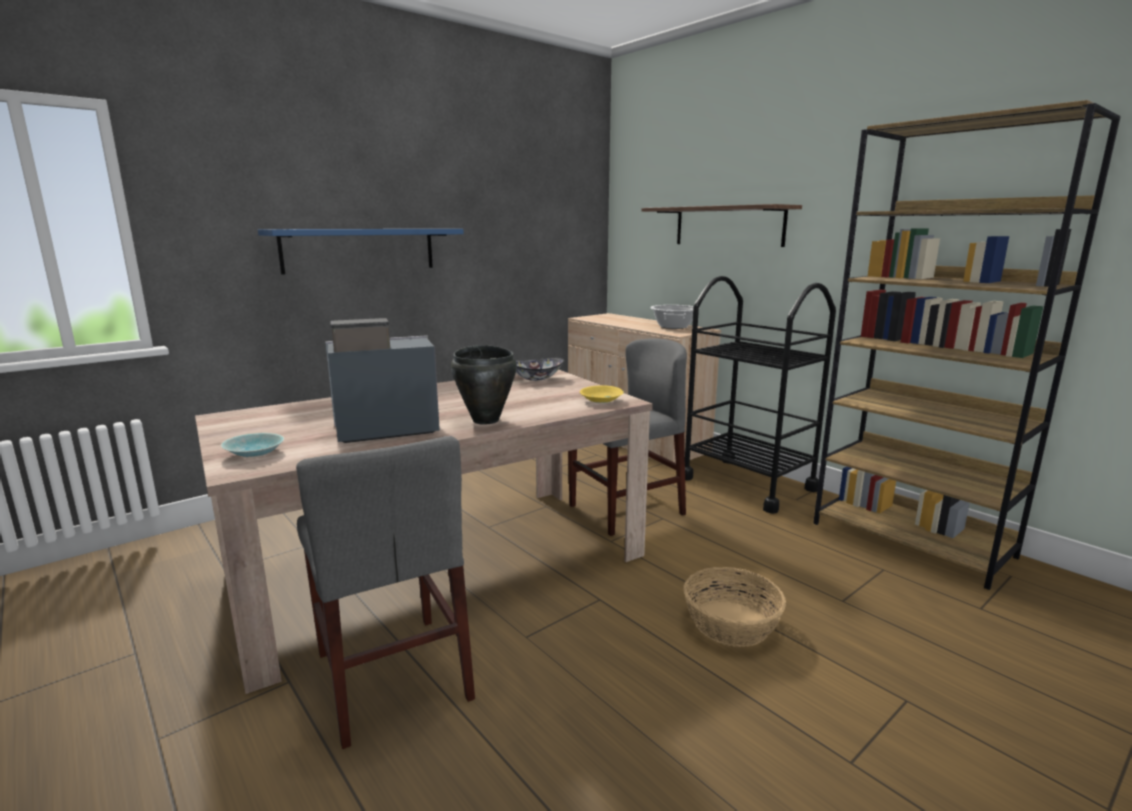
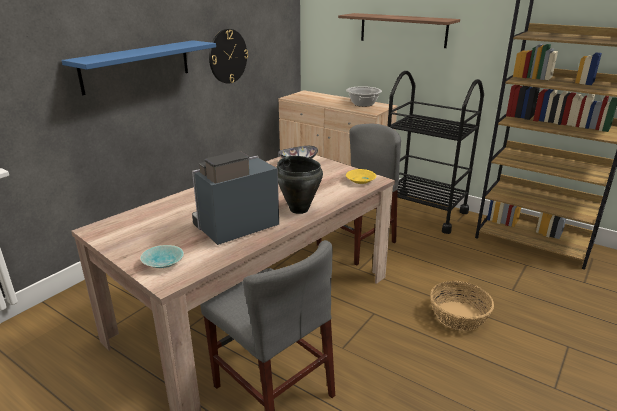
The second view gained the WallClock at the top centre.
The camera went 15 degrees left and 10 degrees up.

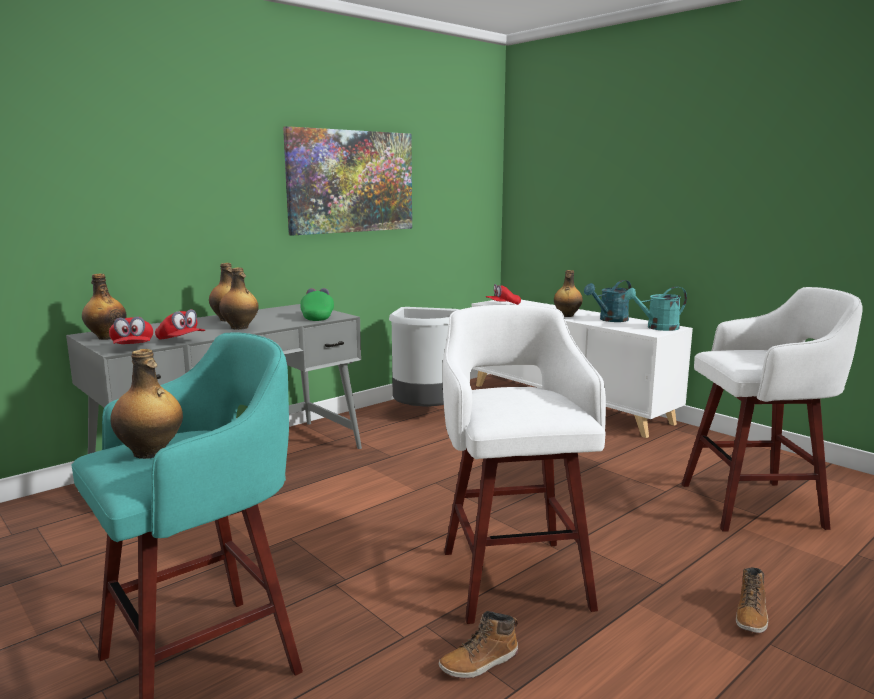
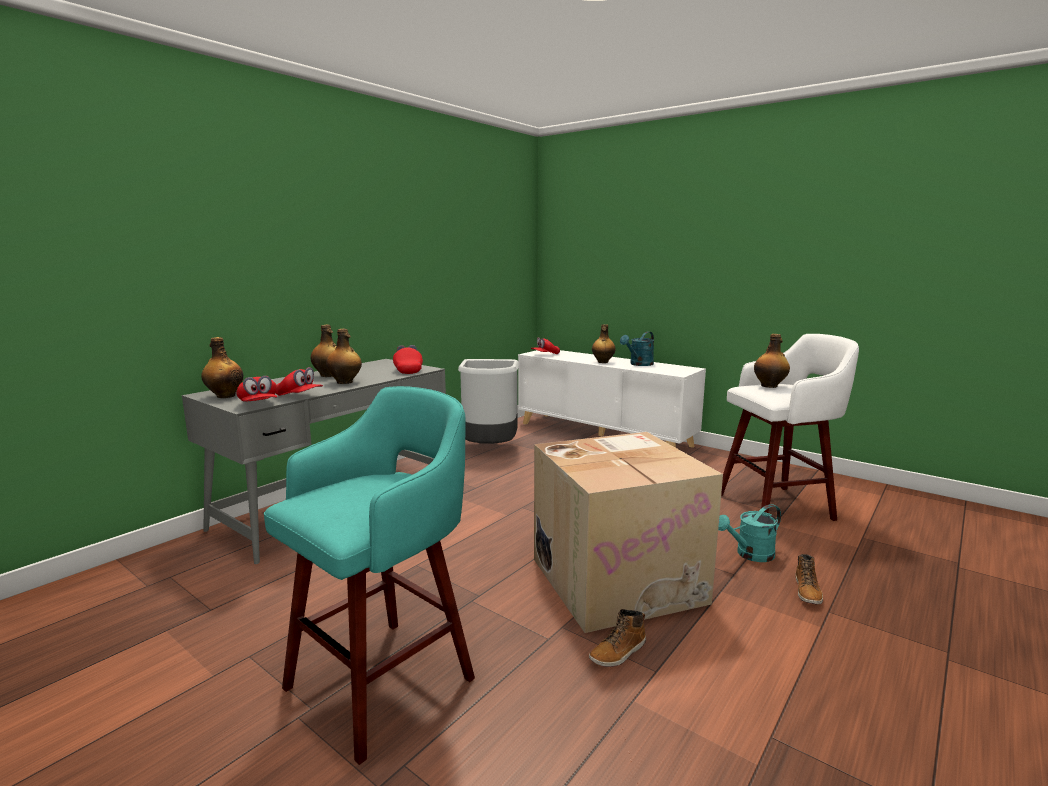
What was the GreenCap at the centre turned into the RedCap (no. 3 from left) at the centre.
Where the WhiteStoolSeat (no. 1 from left) stood at the centre, the Carton came to stand at the bottom centre.
The BlueGreenWateringPot (no. 2 from left) ended up elsewhere, having gone from the middle right to the bottom right.
The BeverageBottle (no. 2 from left in the first image) ended up elsewhere, having gone from the middle left to the middle right.
The second view lost the WallPicture at the top centre.
The camera went 10 degrees left and 0 degrees up.

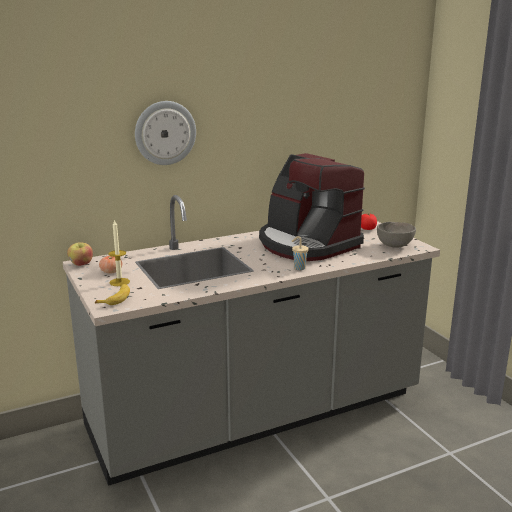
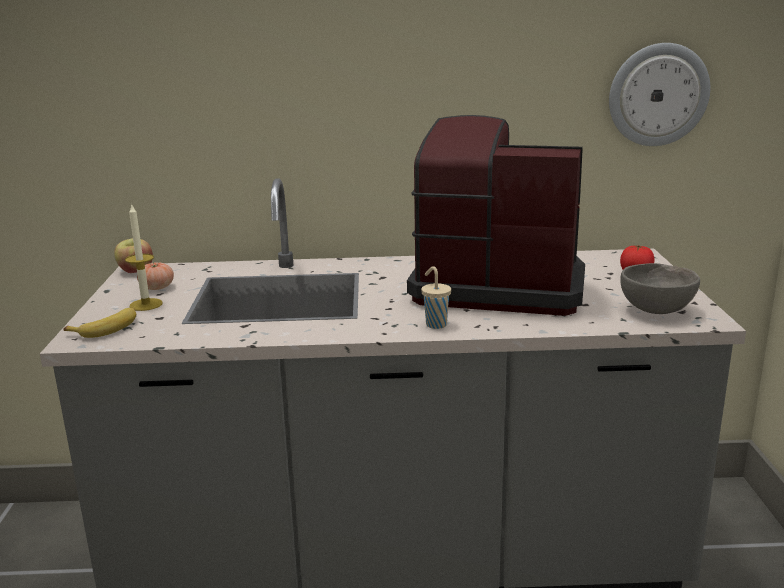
The CoffeeBrewer at the centre ended up facing another way, 120 degrees clockwise from before.
The WallClock ended up elsewhere, having gone from the top left to the top right.
The camera went 25 degrees right and 0 degrees up.

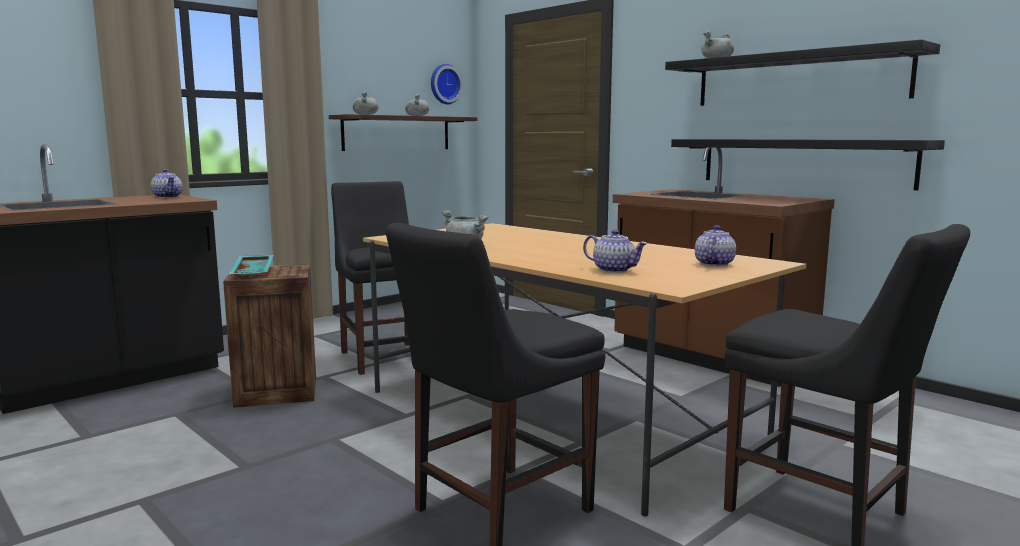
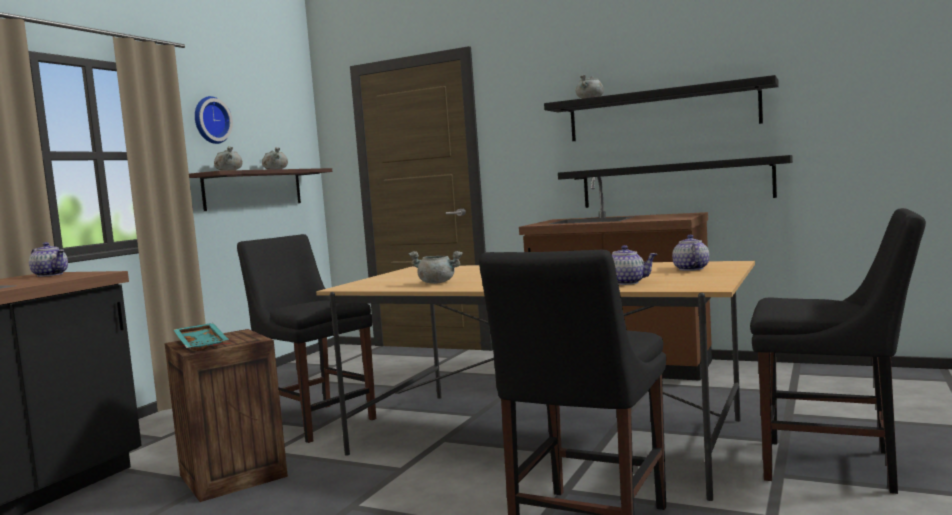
The WallClock ended up elsewhere, having gone from the top centre to the top left.
The camera went 20 degrees left and 5 degrees down.

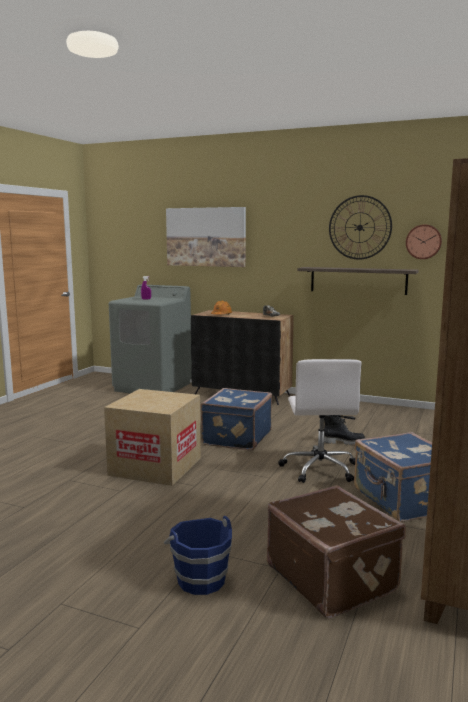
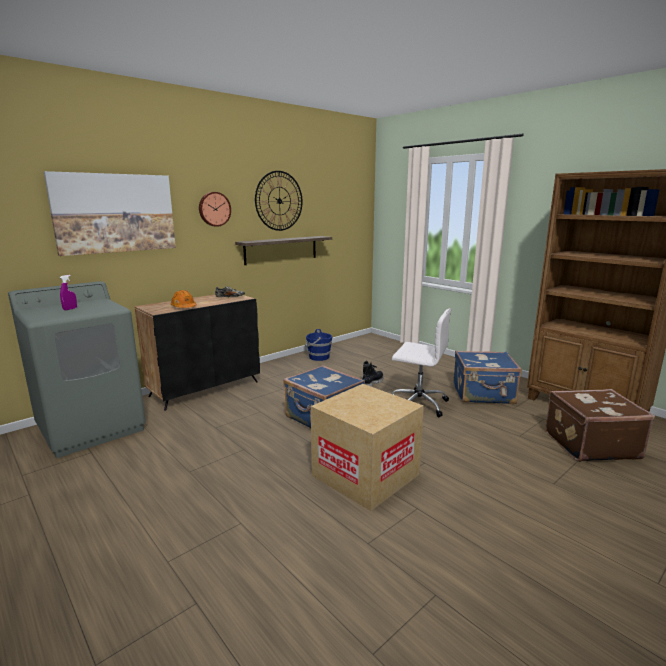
The WallClock (no. 2 from left in the first image) ended up elsewhere, having gone from the middle right to the top left.
The BluishPail ended up elsewhere, having gone from the bottom centre to the centre.
The camera went 65 degrees left and 5 degrees up.

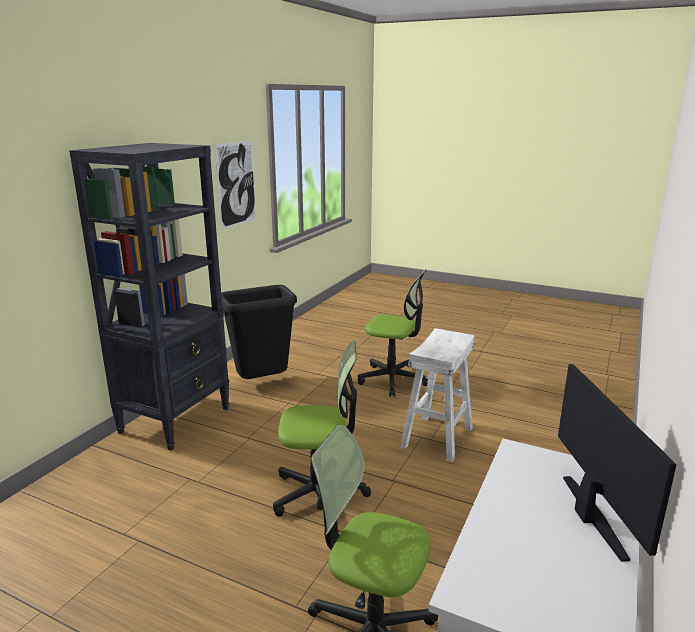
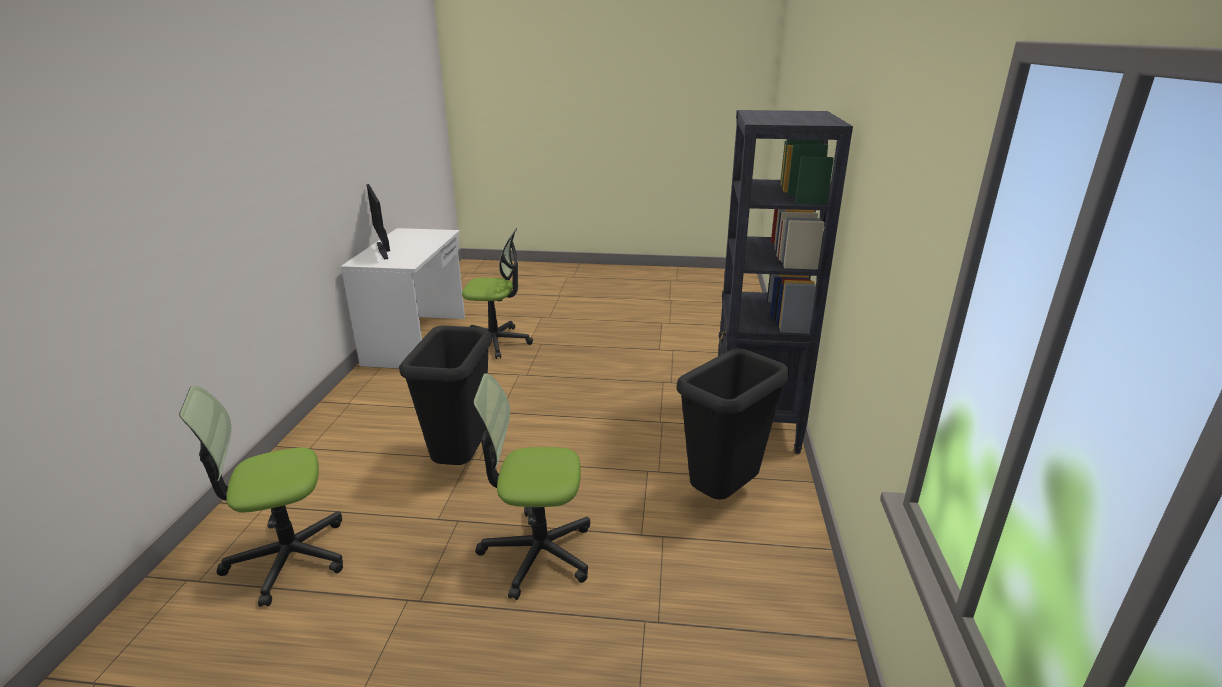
The OfficeChair (no. 1 from left) ended up elsewhere, having gone from the bottom centre to the bottom left.
Where the WhiteStoolSeat stood at the centre, the BlackTrashCan (no. 1 from left) came to stand at the centre.
The second view lost the WallPicture at the top centre.
The camera went 160 degrees right and 5 degrees up.

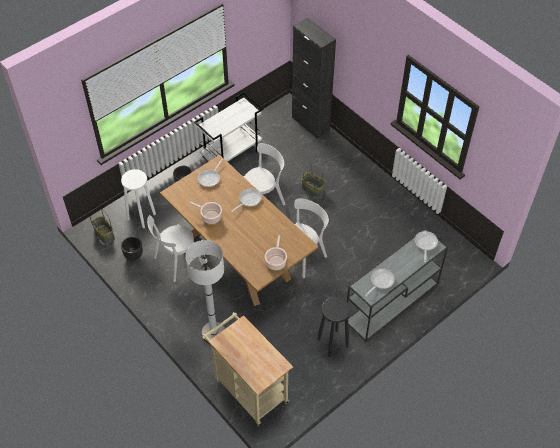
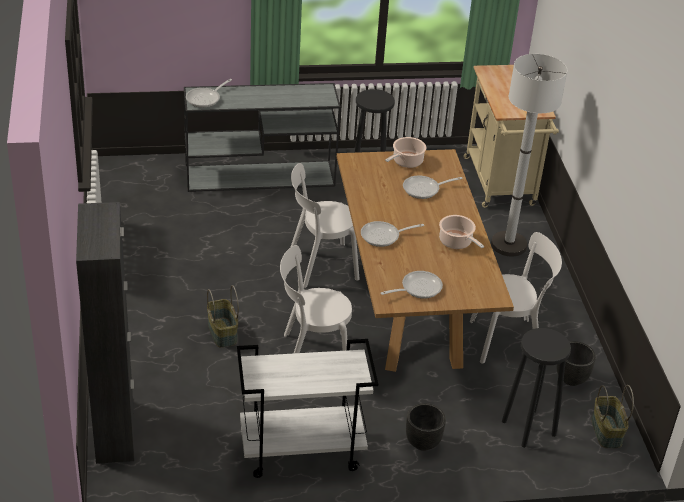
The FryingPan (no. 3 from left in the first image) ended up elsewhere, having gone from the middle right to the centre.
What was the WhiteStoolSeat at the middle left turned into the BlackStoolSeat (no. 2 from left) at the bottom right.
The camera went 150 degrees left and 15 degrees down.

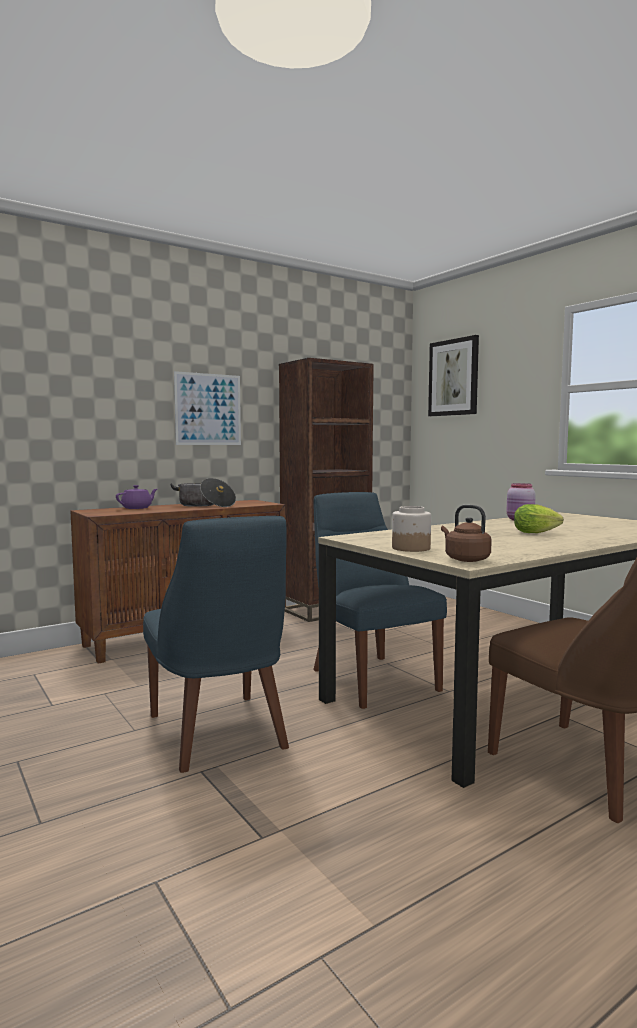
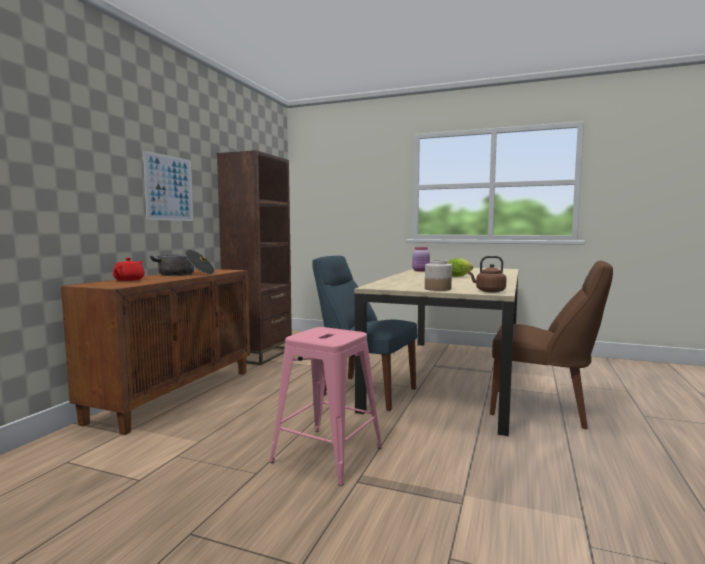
What was the PurpleColouredPotForTea at the middle left turned into the RedPotForTea at the middle left.
Where the BluishChair (no. 1 from left) stood at the centre, the PinkStoolSeat came to stand at the bottom centre.
The second view lost the WallPicture (no. 2 from left) at the middle right.
The camera went 35 degrees left and 0 degrees up.

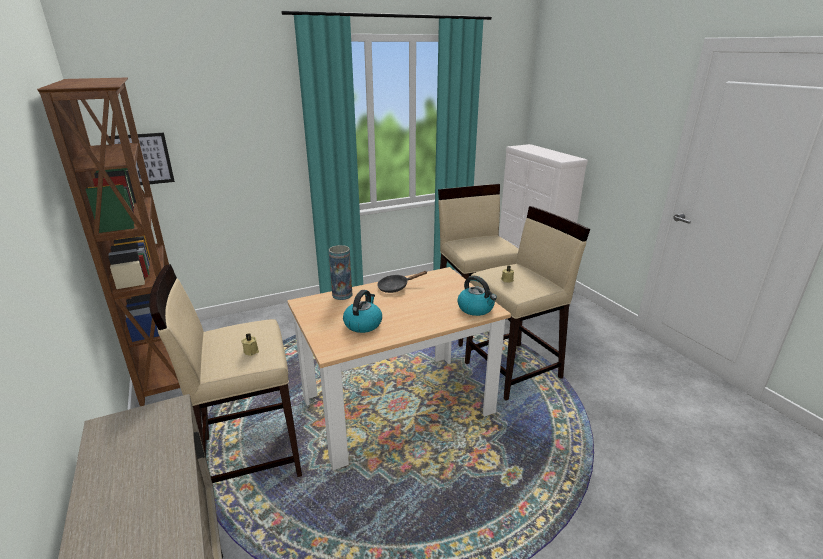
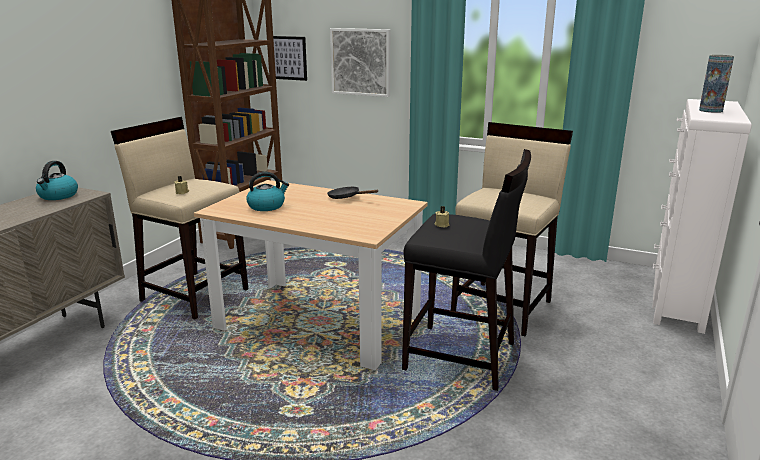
The WaterKettle (no. 2 from left in the first image) ended up elsewhere, having gone from the centre to the middle left.
The second view gained the WallPicture (no. 2 from left) at the top centre.
What was the BeigeColouredStoolSeat (no. 3 from left) at the centre turned into the BlackStoolSeat at the centre.
The FlowerVase ended up elsewhere, having gone from the centre to the top right.
The camera went 50 degrees right and 5 degrees down.

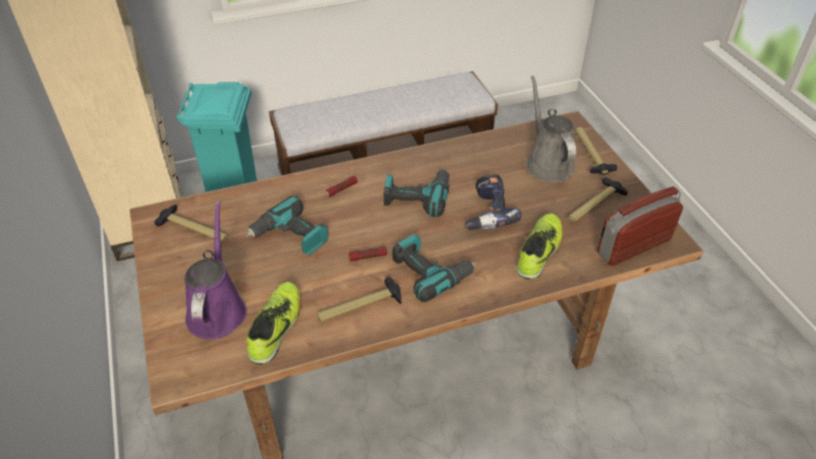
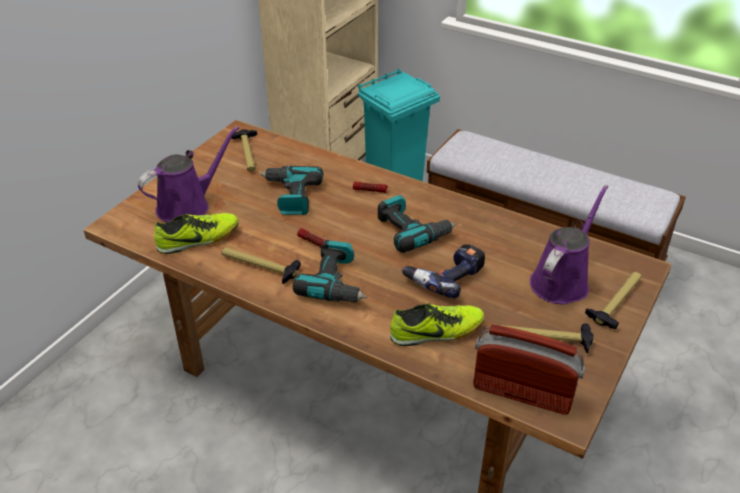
What was the GreyishWateringPot at the top right turned into the PurpleColouredWateringPot (no. 2 from left) at the middle right.
The camera went 50 degrees right and 5 degrees down.

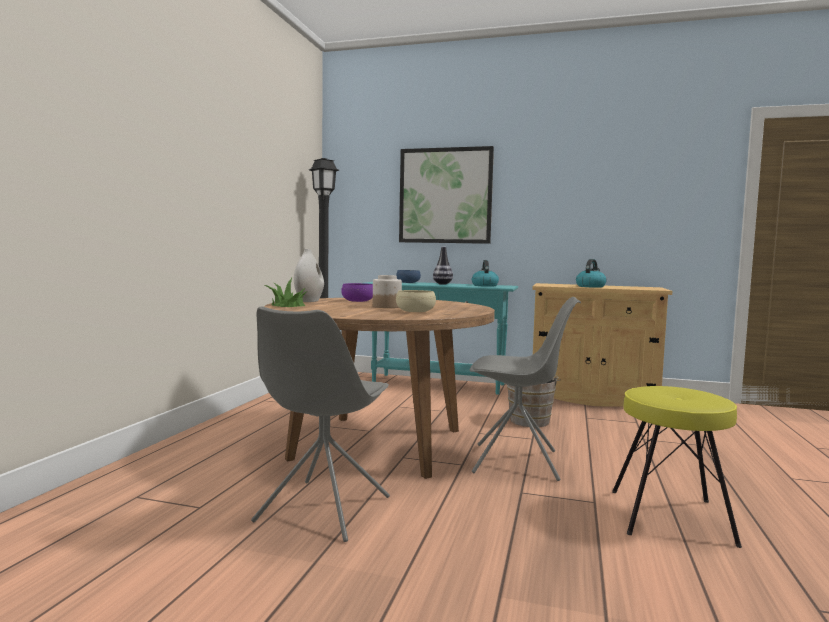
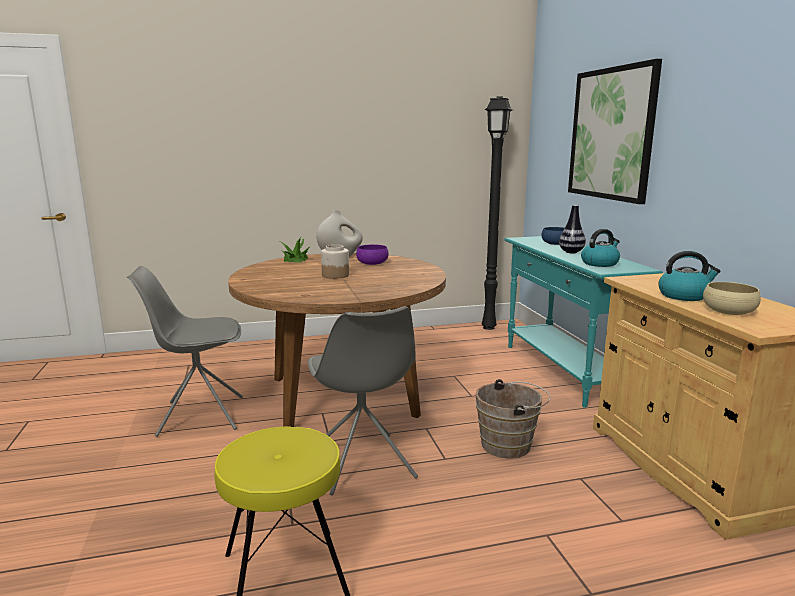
The BeigeColouredDeepDish ended up elsewhere, having gone from the centre to the middle right.
The camera went 60 degrees right and 10 degrees up.

